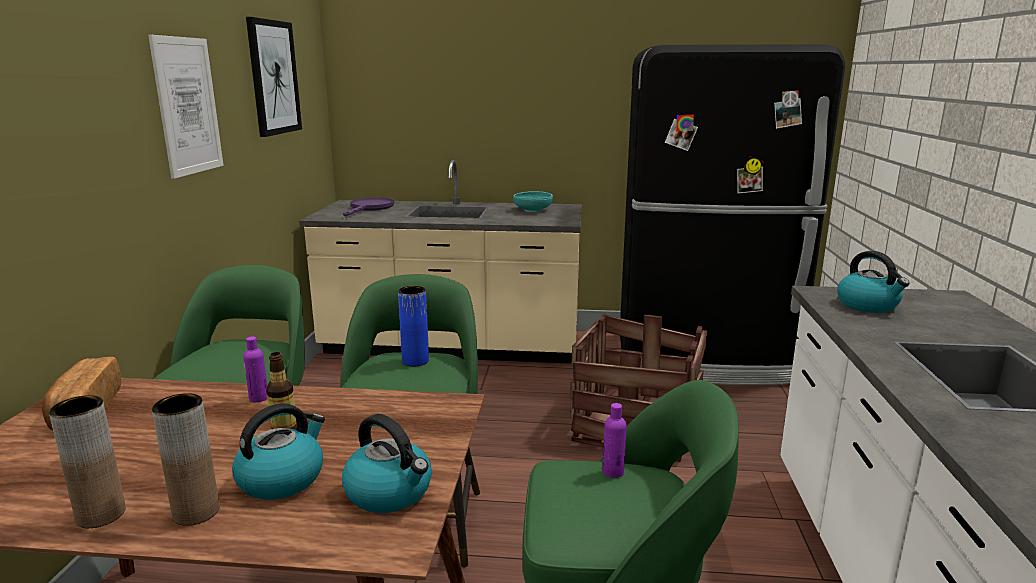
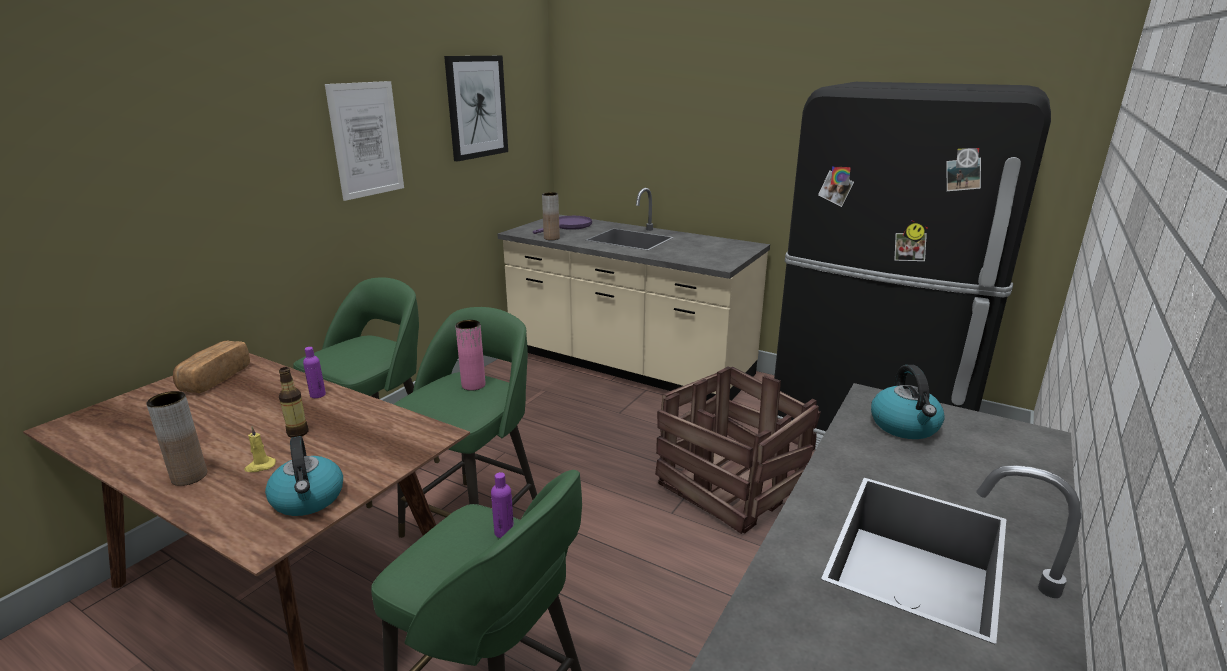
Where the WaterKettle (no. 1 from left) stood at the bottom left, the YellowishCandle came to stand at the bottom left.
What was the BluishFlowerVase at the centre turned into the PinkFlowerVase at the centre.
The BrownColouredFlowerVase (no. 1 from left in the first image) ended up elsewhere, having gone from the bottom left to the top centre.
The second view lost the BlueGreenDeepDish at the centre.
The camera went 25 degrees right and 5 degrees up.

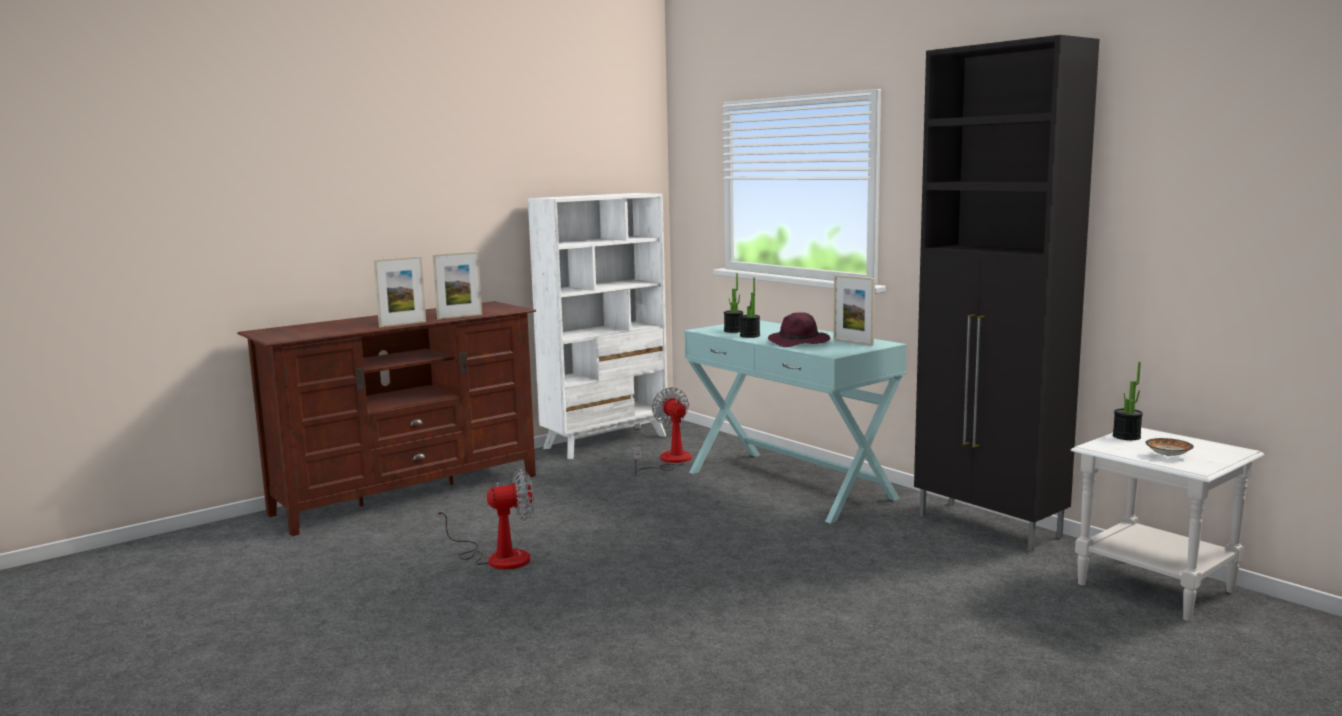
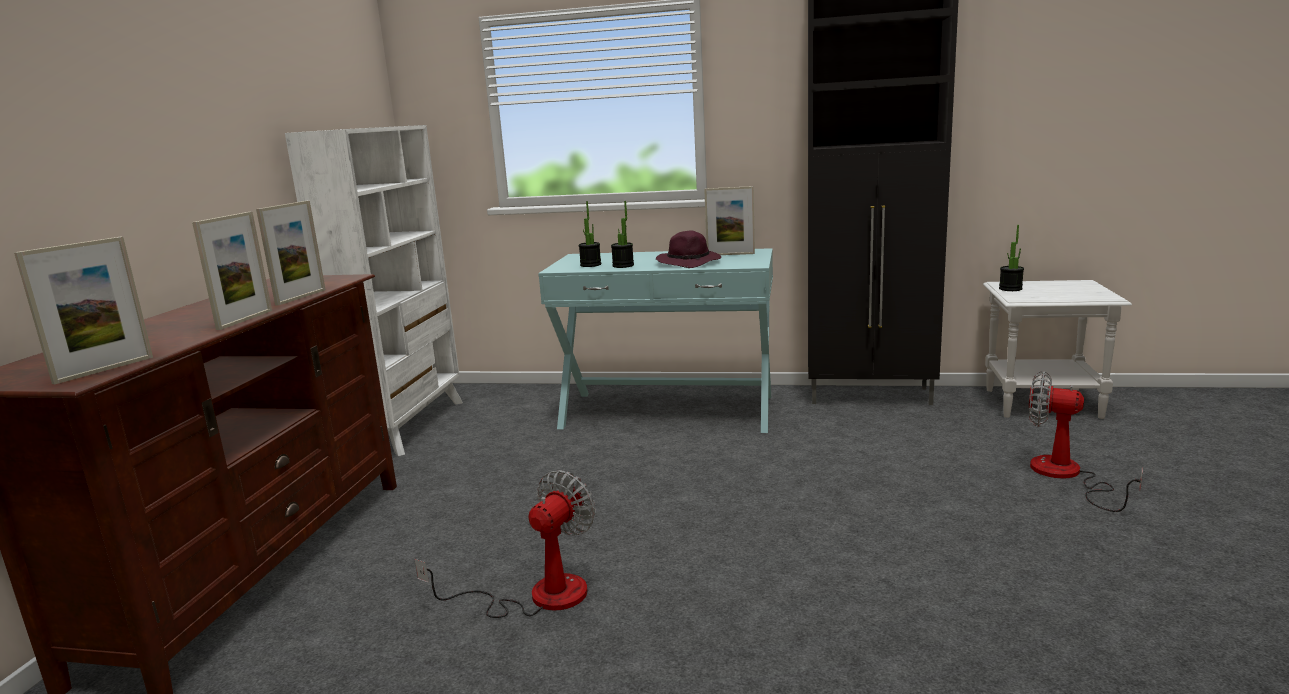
The second view gained the StandingFrame (no. 1 from left) at the middle left.
The CoolingFan (no. 2 from left) ended up elsewhere, having gone from the centre to the middle right.
The second view lost the DeepDish at the middle right.
The camera went 40 degrees left and 5 degrees up.

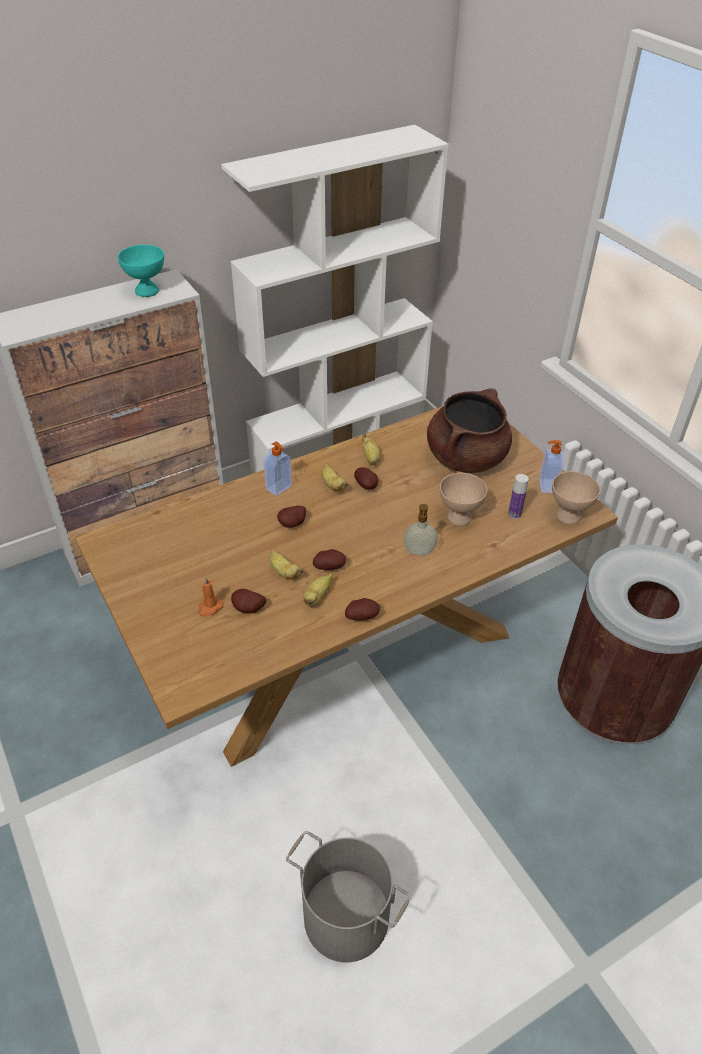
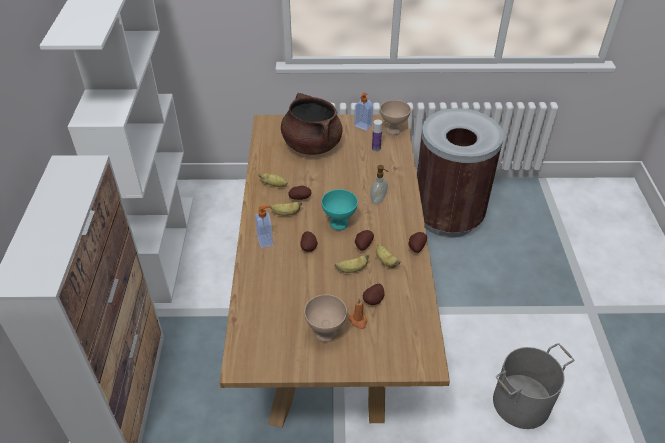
The BeigeColouredDeepDish (no. 1 from left) ended up elsewhere, having gone from the centre to the bottom centre.
The BlueGreenDeepDish ended up elsewhere, having gone from the top left to the centre.
The camera went 60 degrees left and 0 degrees up.

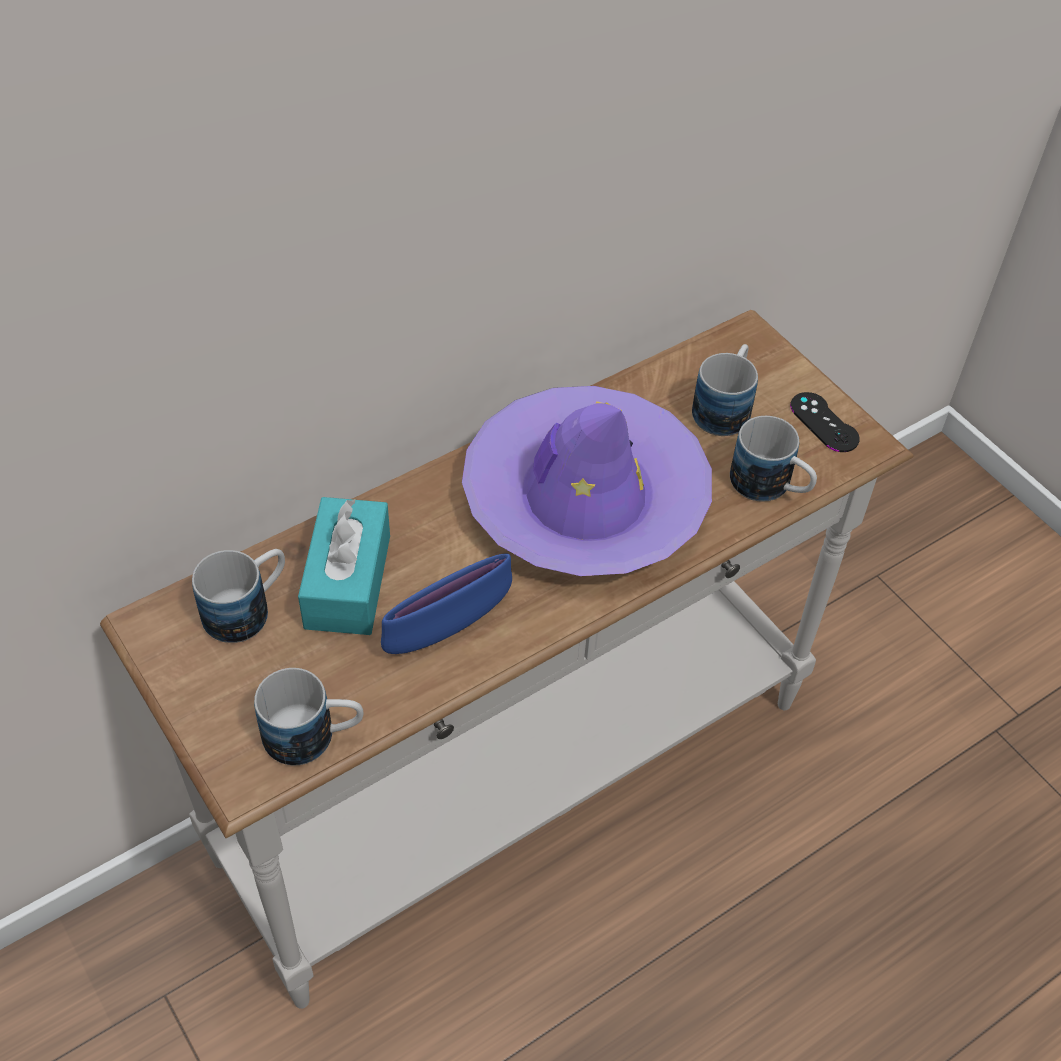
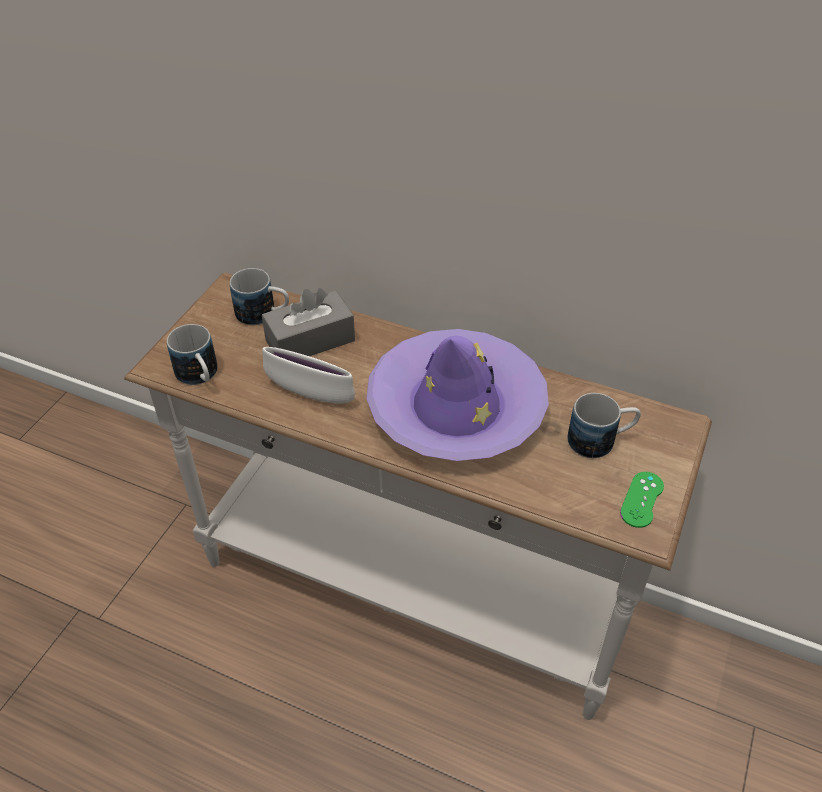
What was the BlueGreenTissueBox at the middle left turned into the GreyishTissueBox at the centre.
What was the BluishDeepDish at the centre turned into the WhiteDeepDish at the centre.
What was the BlackGameController at the middle right turned into the GreenGameController at the middle right.
The second view lost the CoffeeMug (no. 4 from left) at the middle right.
The camera went 60 degrees right and 5 degrees down.

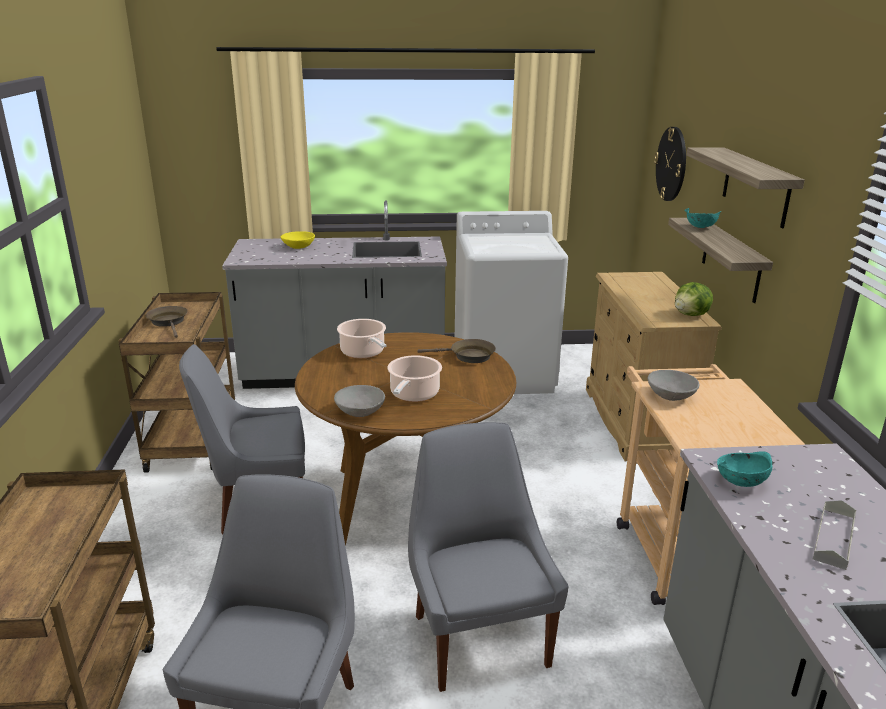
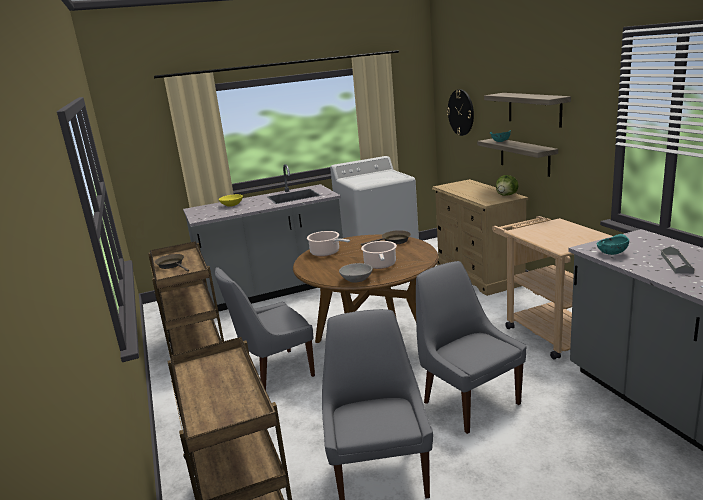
The second view lost the GreyishDeepDish (no. 2 from left) at the middle right.
The camera went 15 degrees left and 5 degrees down.

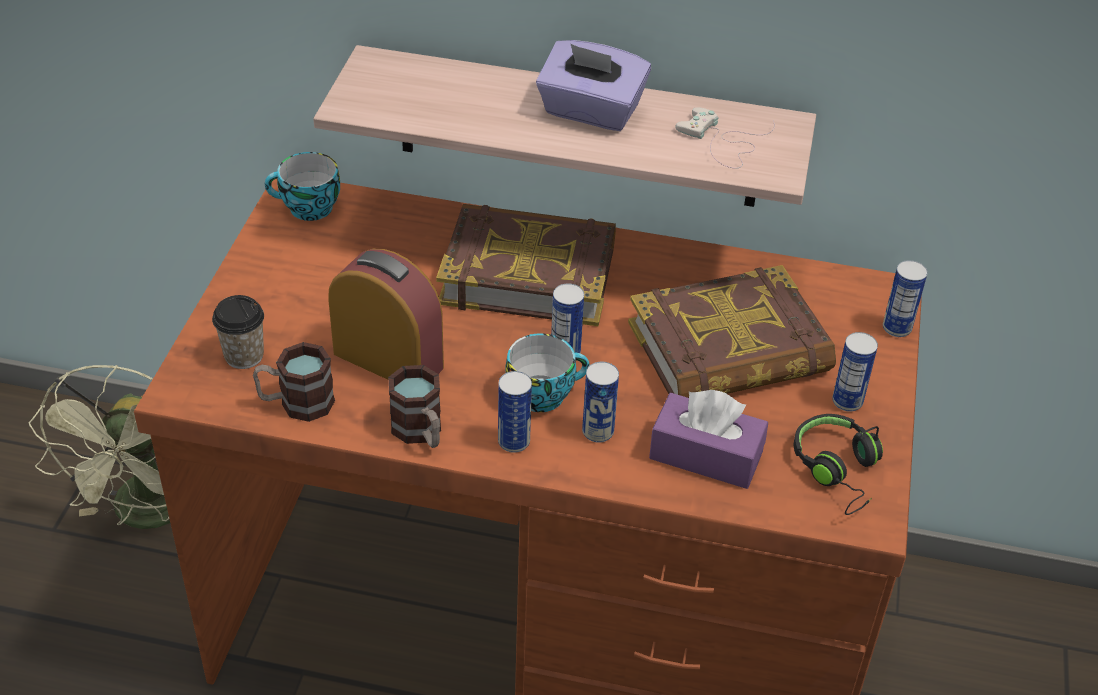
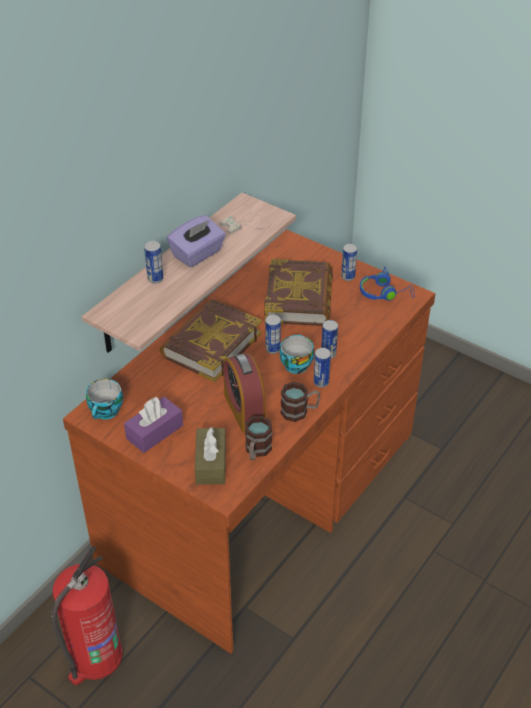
Where the GreenCoolingFan stood at the middle left, the FireFightingCylinder came to stand at the bottom left.
The PurpleColouredTissueBox (no. 2 from left in the first image) ended up elsewhere, having gone from the centre to the middle left.
The Can (no. 5 from left in the first image) ended up elsewhere, having gone from the middle right to the middle left.
Where the SmallCup (no. 1 from left) stood at the middle left, the BrownColouredTissueBox came to stand at the centre.
The AlarmClock at the centre ended up facing another way, 75 degrees counterclockwise from before.
What was the BlackPairOfHeadphones at the bottom right turned into the BluishPairOfHeadphones at the middle right.
The camera went 65 degrees left and 0 degrees up.

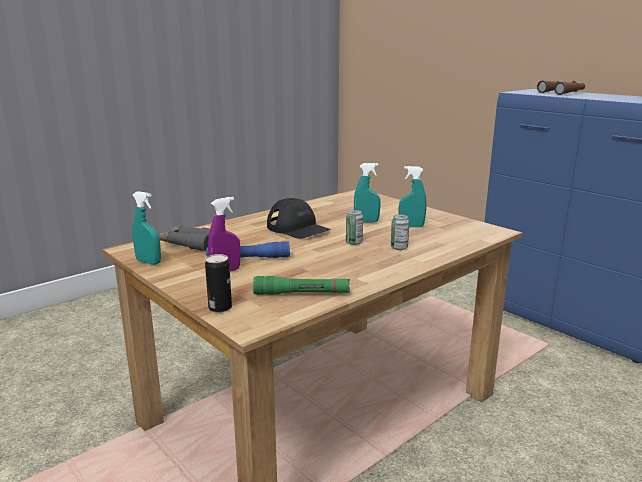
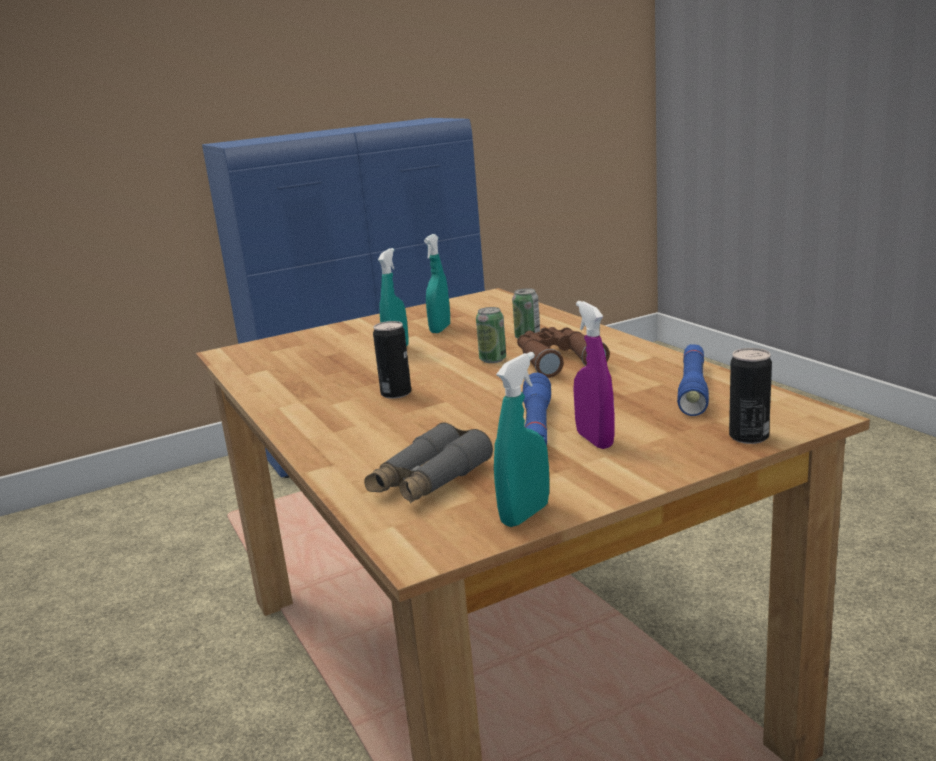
Where the BlackCap stood at the centre, the Can (no. 1 from left) came to stand at the centre.
The BrownColouredPairOfBinoculars ended up elsewhere, having gone from the top right to the centre.
What was the GreenTorch at the centre turned into the BluishTorch (no. 2 from left) at the middle right.
The camera went 75 degrees left and 0 degrees up.

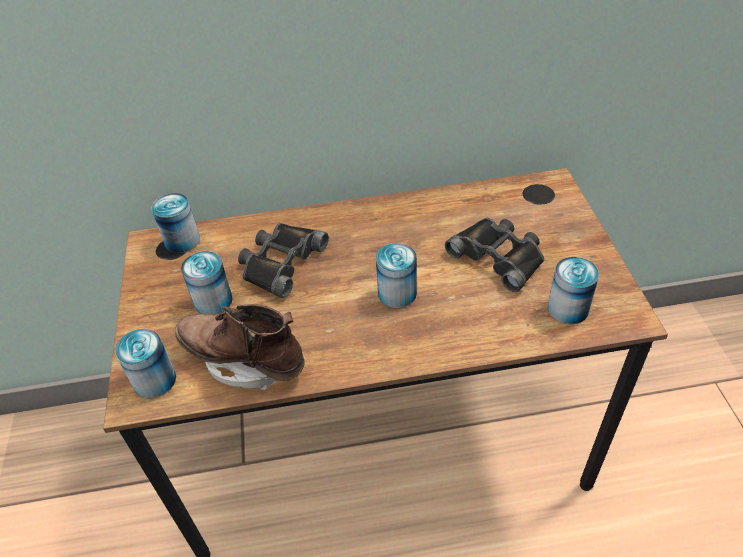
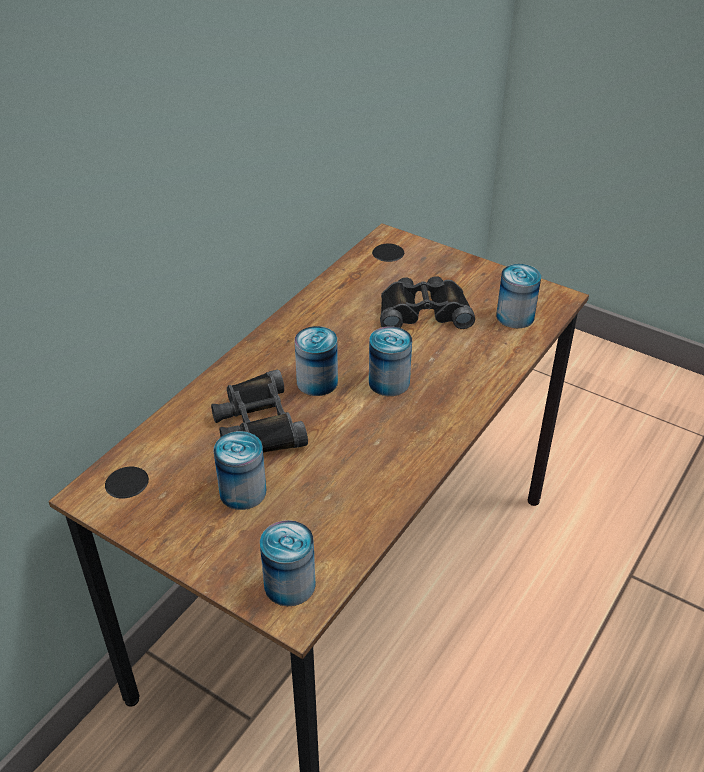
The Can (no. 2 from left in the first image) ended up elsewhere, having gone from the middle left to the centre.
The second view lost the BrownColouredBoot at the middle left.
The camera went 50 degrees left and 5 degrees down.

